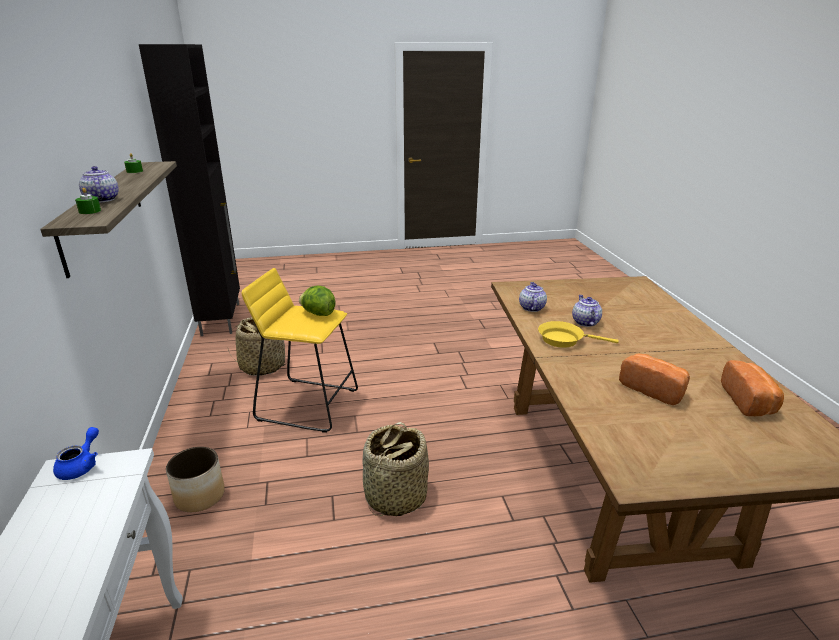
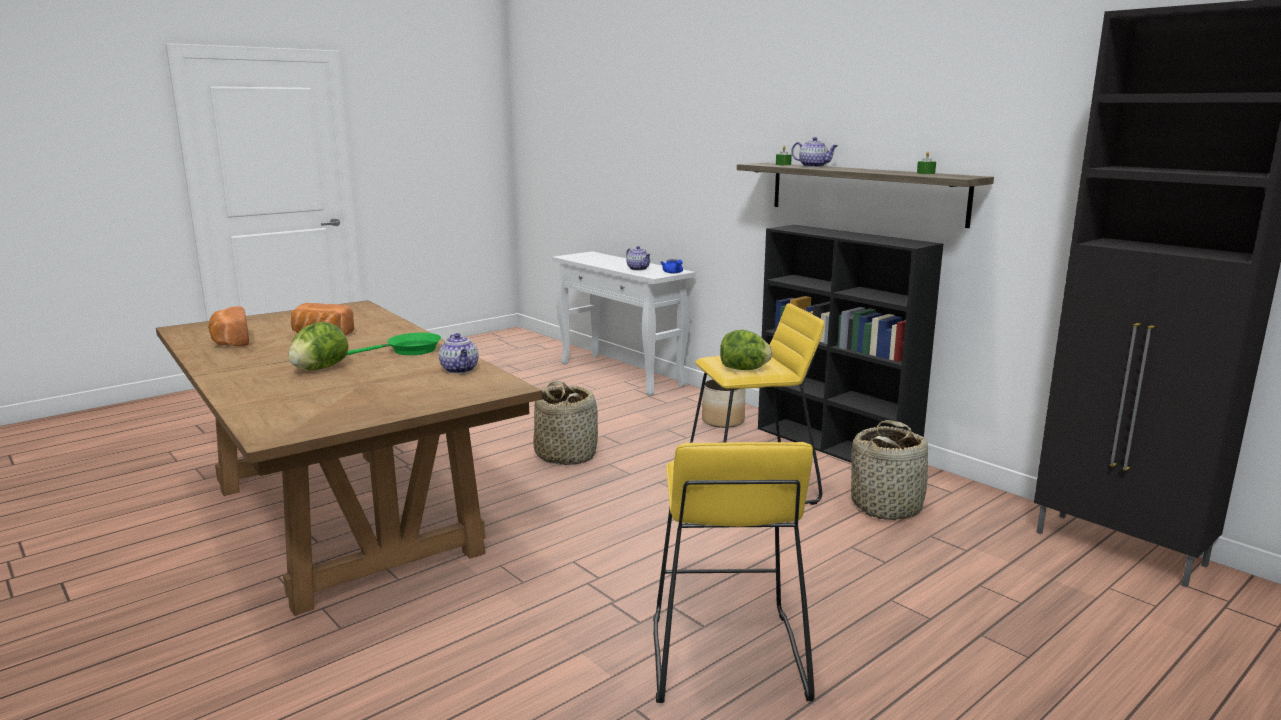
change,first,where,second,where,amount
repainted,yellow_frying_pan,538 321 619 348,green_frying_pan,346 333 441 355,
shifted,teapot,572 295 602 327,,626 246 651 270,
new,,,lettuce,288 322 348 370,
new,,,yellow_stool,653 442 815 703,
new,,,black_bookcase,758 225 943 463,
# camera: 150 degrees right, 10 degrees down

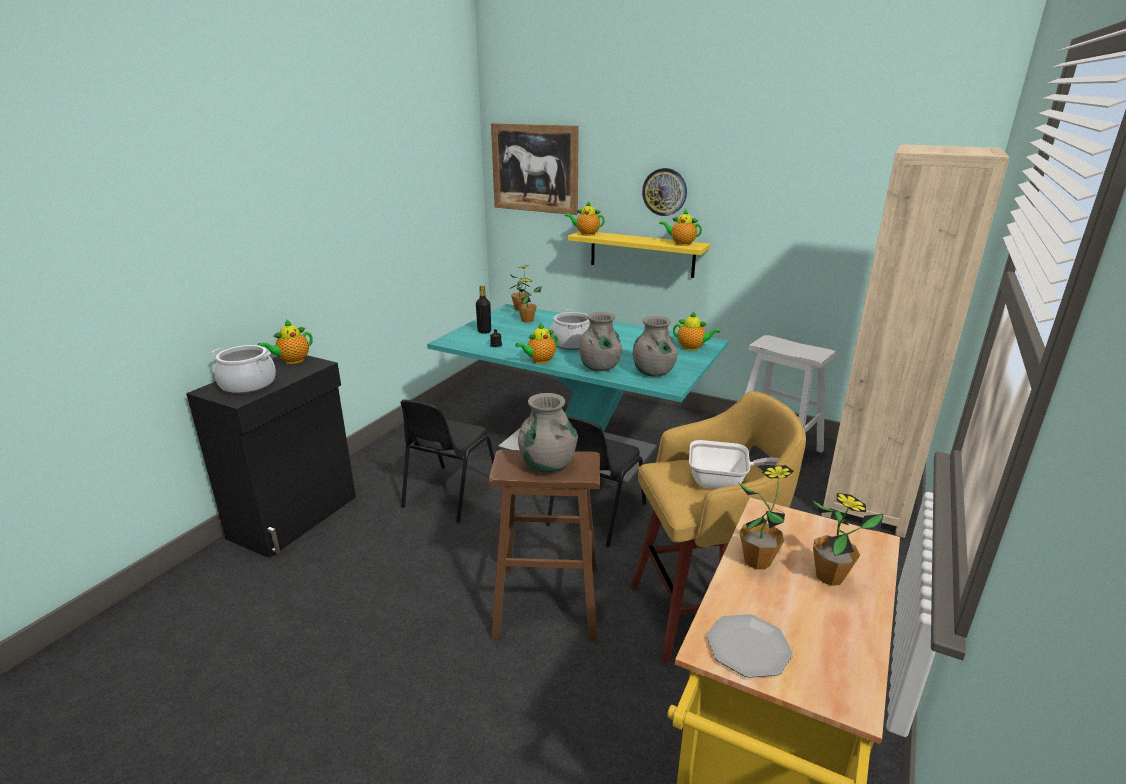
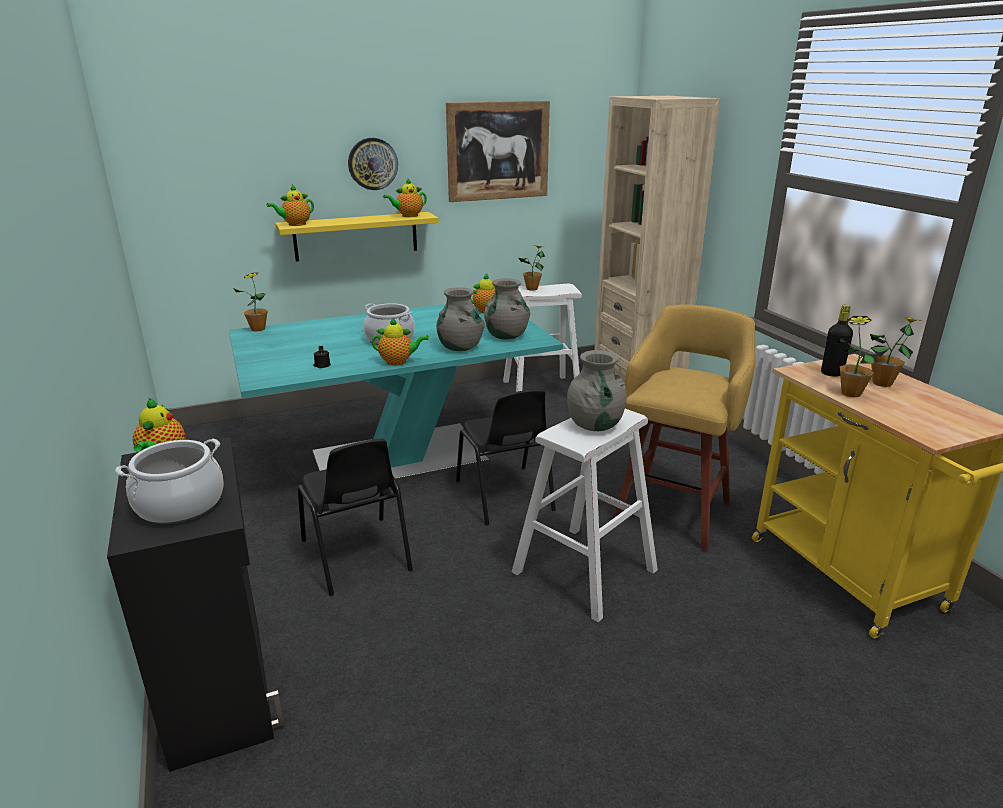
change,first,where,second,where,amount
shifted,black_bottle,476 285 491 334,,821 305 853 377,
repainted,brown_stool,489 450 600 643,white_stool,512 409 658 622,
shifted,picture,491 123 579 215,,446 101 550 202,
rotated,teapot,515 323 558 364,,372 318 429 365,90 degrees counterclockwise
shifted,potted_plant,516 278 541 323,,519 245 545 291,
gone,frying_pan,689 440 779 489,,,
gone,plate,707 614 793 678,,,
# camera: 50 degrees left, 0 degrees up

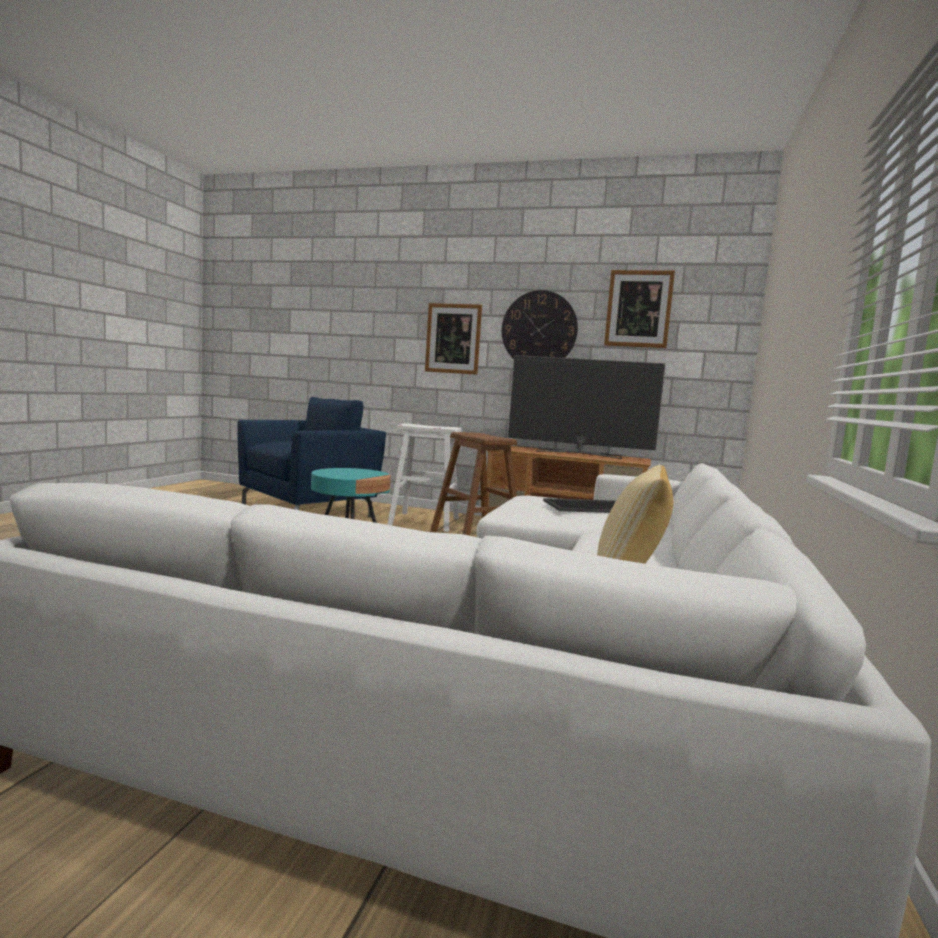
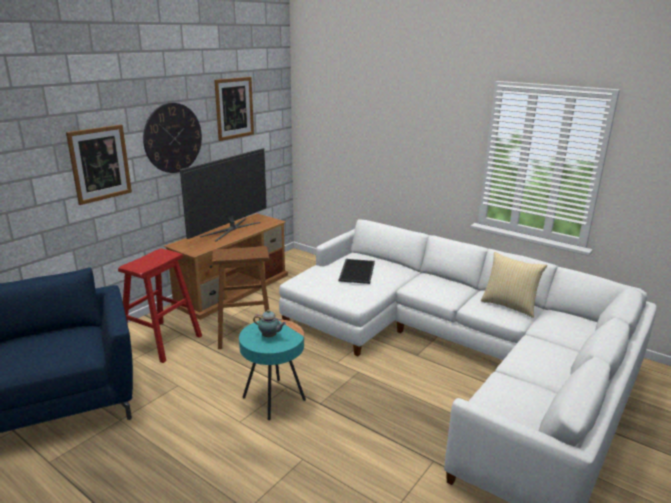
change,first,where,second,where,amount
repainted,white_stool,387 423 462 532,red_stool,118 249 202 363,
new,,,teapot,253 310 286 337,
# camera: 70 degrees left, 15 degrees up

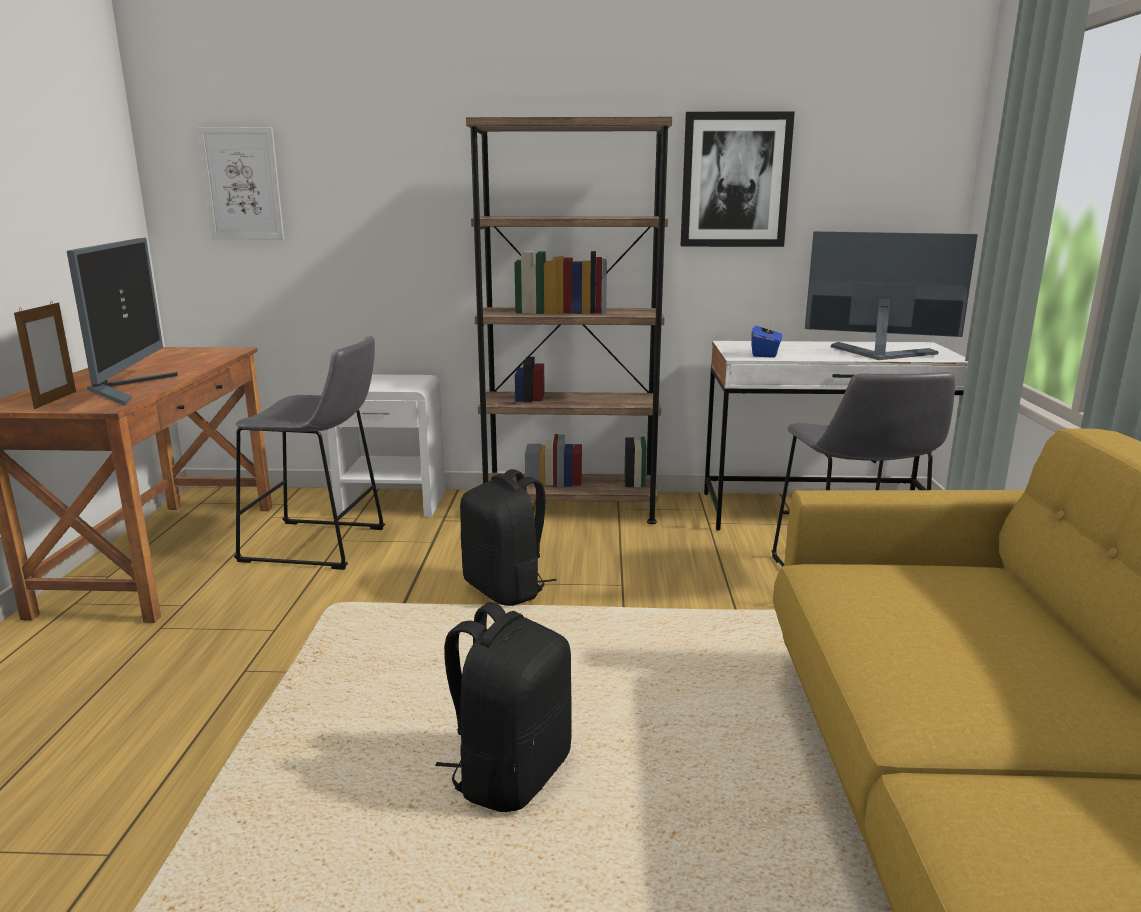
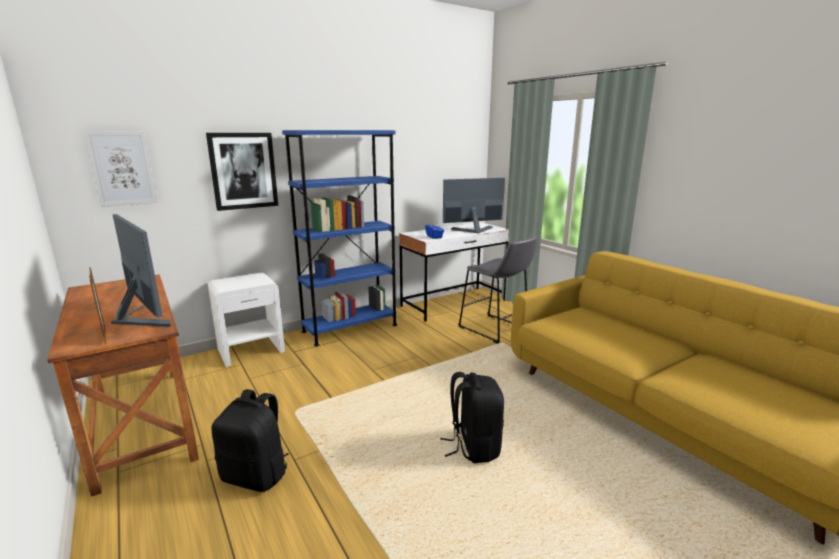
change,first,where,second,where,amount
gone,grey_stool,234 336 385 570,,,
shifted,black_backpack,460 469 557 606,,211 389 289 492,
repainted,brown_bookcase,466 117 672 524,blue_bookcase,282 130 397 346,
shifted,picture,681 111 795 247,,206 133 278 211,
# camera: 35 degrees left, 0 degrees up

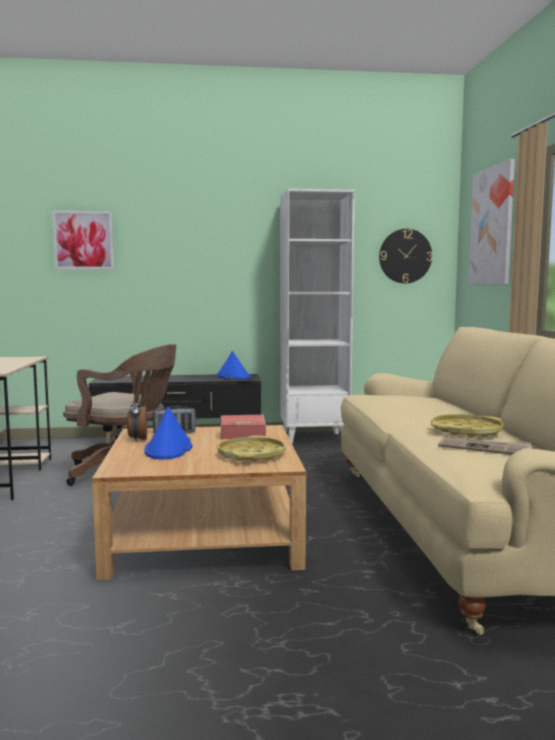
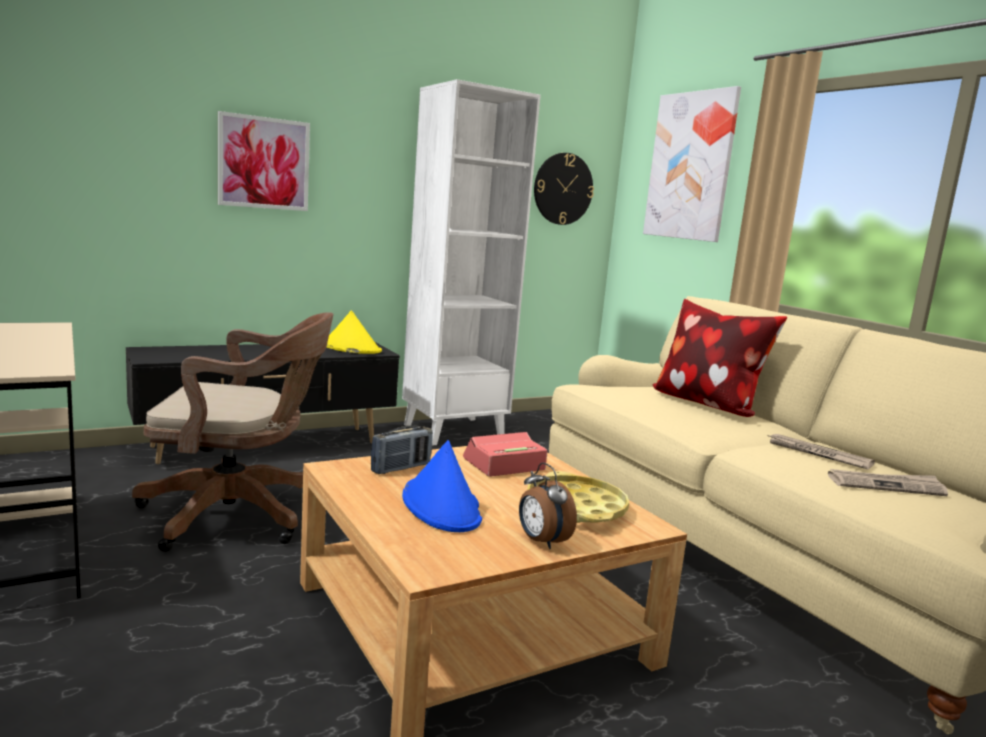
change,first,where,second,where,amount
shifted,picture,52 211 114 269,,218 111 310 211,
shifted,alarm_clock,127 396 147 441,,519 462 577 549,
repainted,blue_hat,216 351 251 379,yellow_hat,326 311 382 354,
swapped,yellow_tray,431 414 503 438,newspaper,767 434 875 470,
new,,,pillow,652 299 787 417,
# camera: 25 degrees left, 5 degrees up

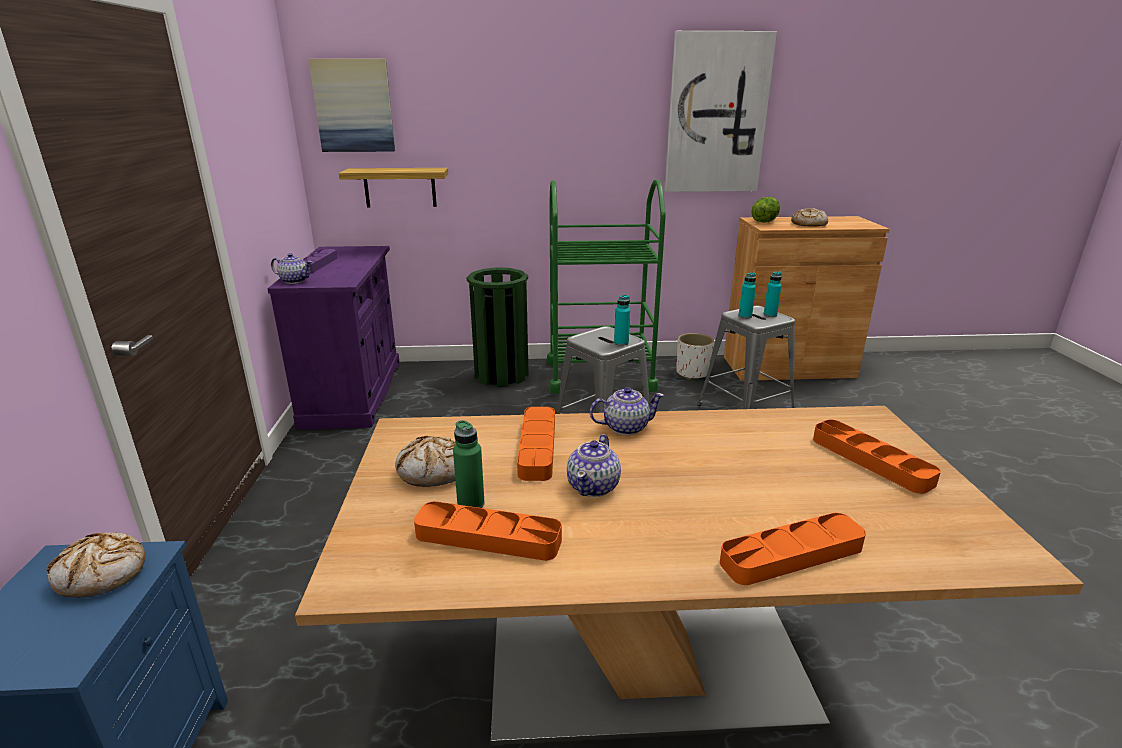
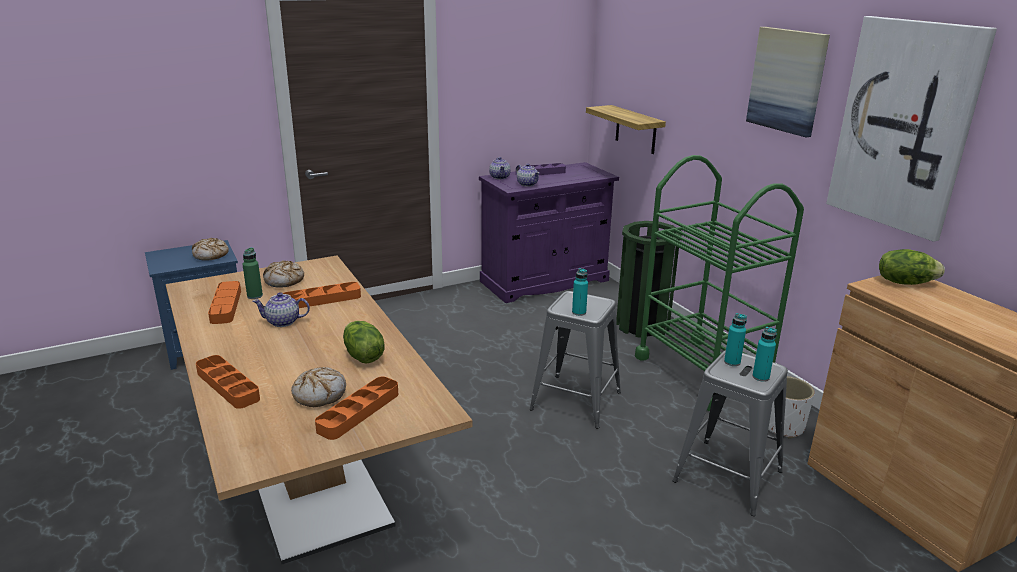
change,first,where,second,where,amount
shifted,picture,309 59 395 152,,746 27 830 138,
shifted,teapot,590 387 664 435,,516 164 540 187,
shifted,bread,791 208 828 227,,291 367 346 407,
new,,,lettuce,343 321 384 364,
# camera: 65 degrees right, 0 degrees up

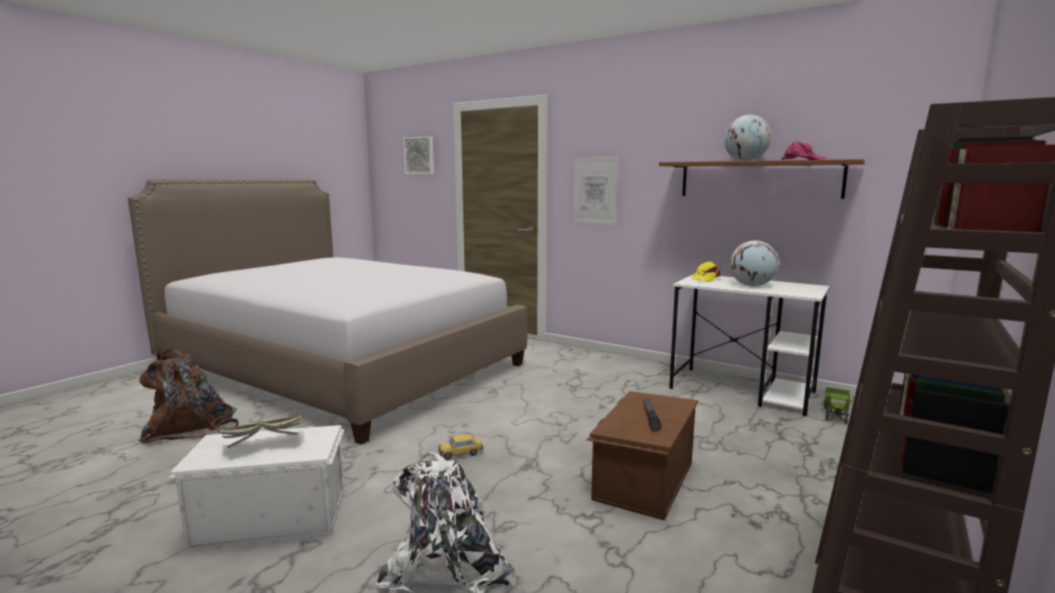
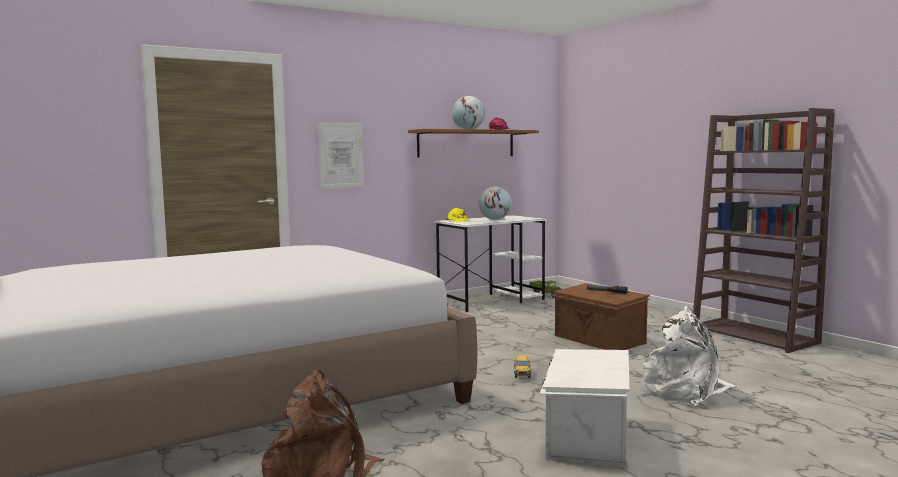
change,first,where,second,where,amount
gone,book,217 415 304 448,,,
gone,picture,403 136 434 174,,,
# camera: 65 degrees left, 5 degrees down

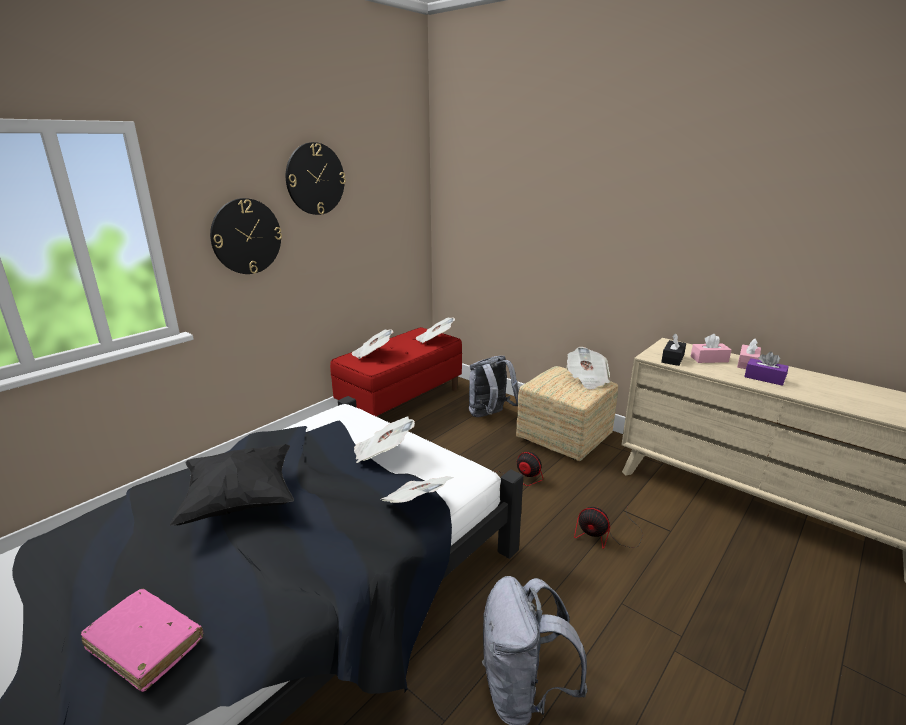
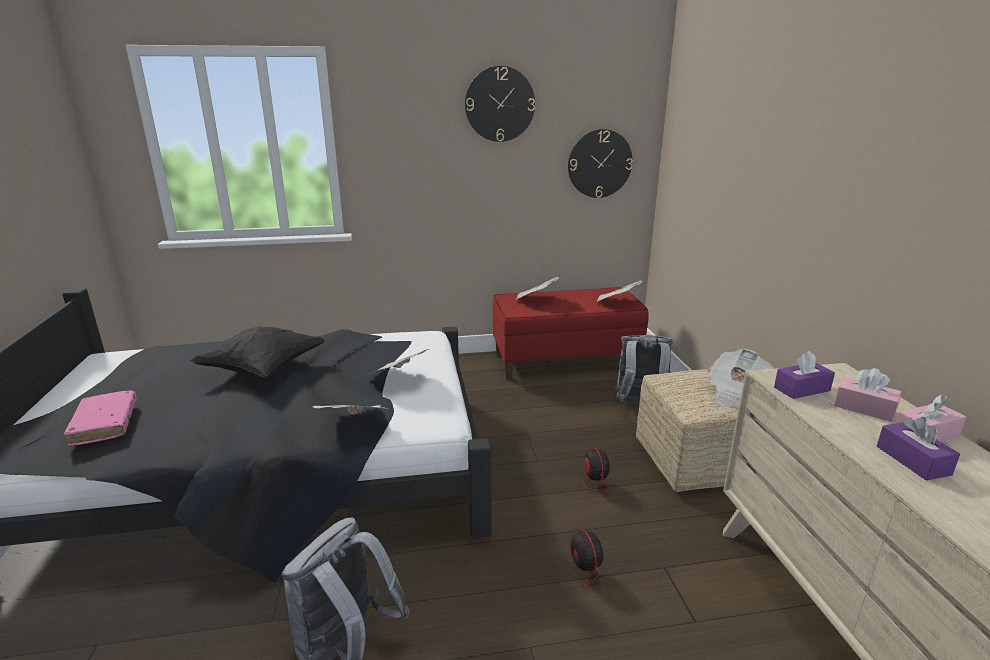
change,first,where,second,where,amount
shifted,wall_clock,210 198 282 274,,568 129 633 198,
repainted,black_tissue_box,661 333 686 366,purple_tissue_box,774 351 835 399,
# camera: 40 degrees right, 0 degrees up

